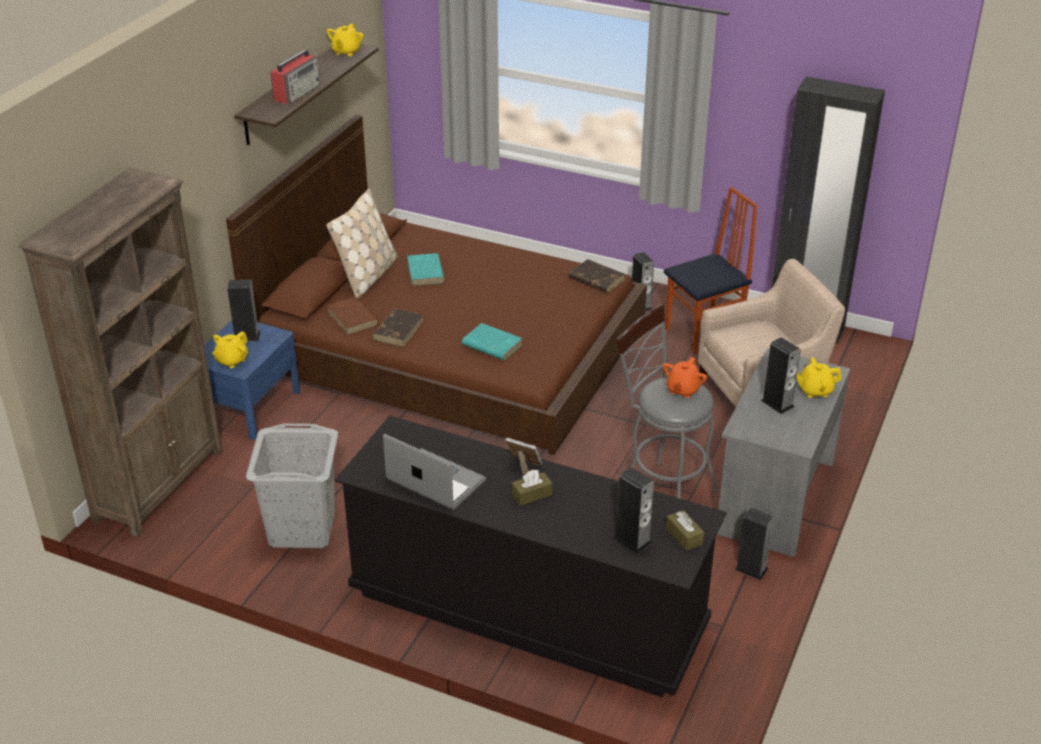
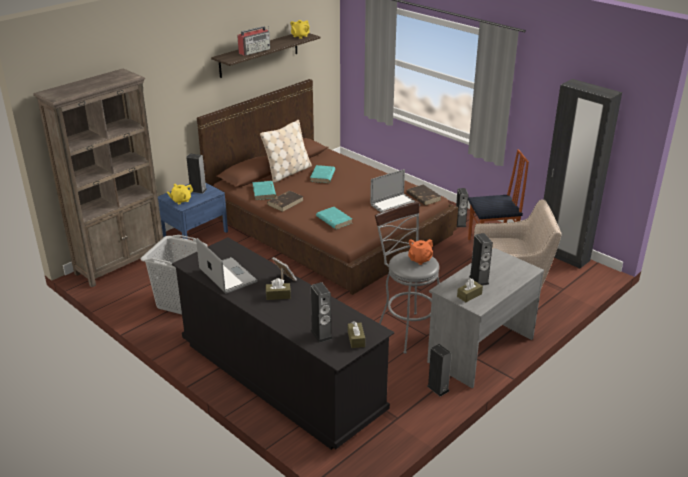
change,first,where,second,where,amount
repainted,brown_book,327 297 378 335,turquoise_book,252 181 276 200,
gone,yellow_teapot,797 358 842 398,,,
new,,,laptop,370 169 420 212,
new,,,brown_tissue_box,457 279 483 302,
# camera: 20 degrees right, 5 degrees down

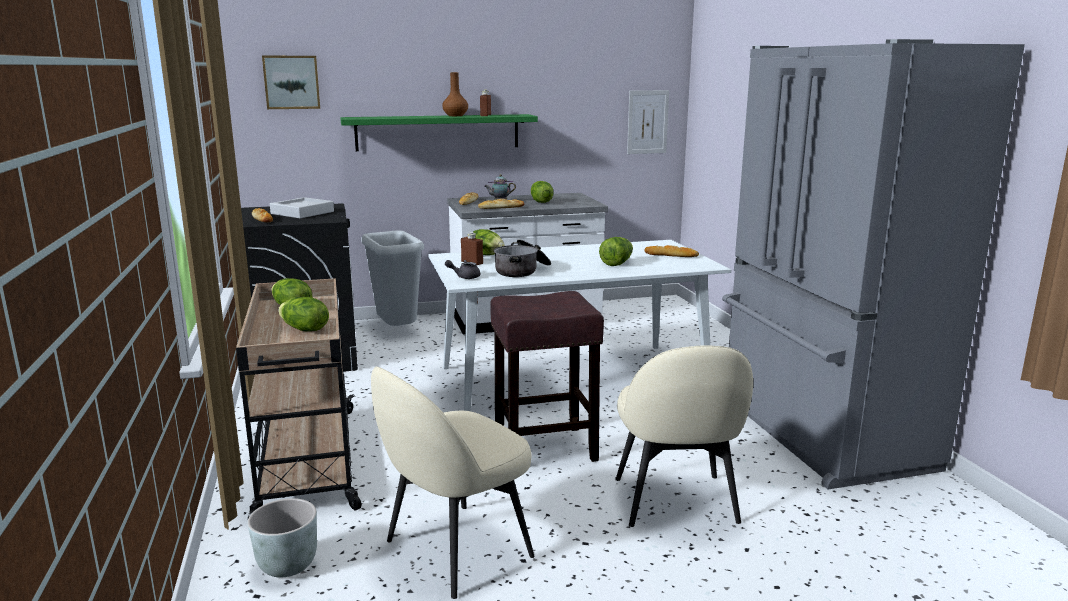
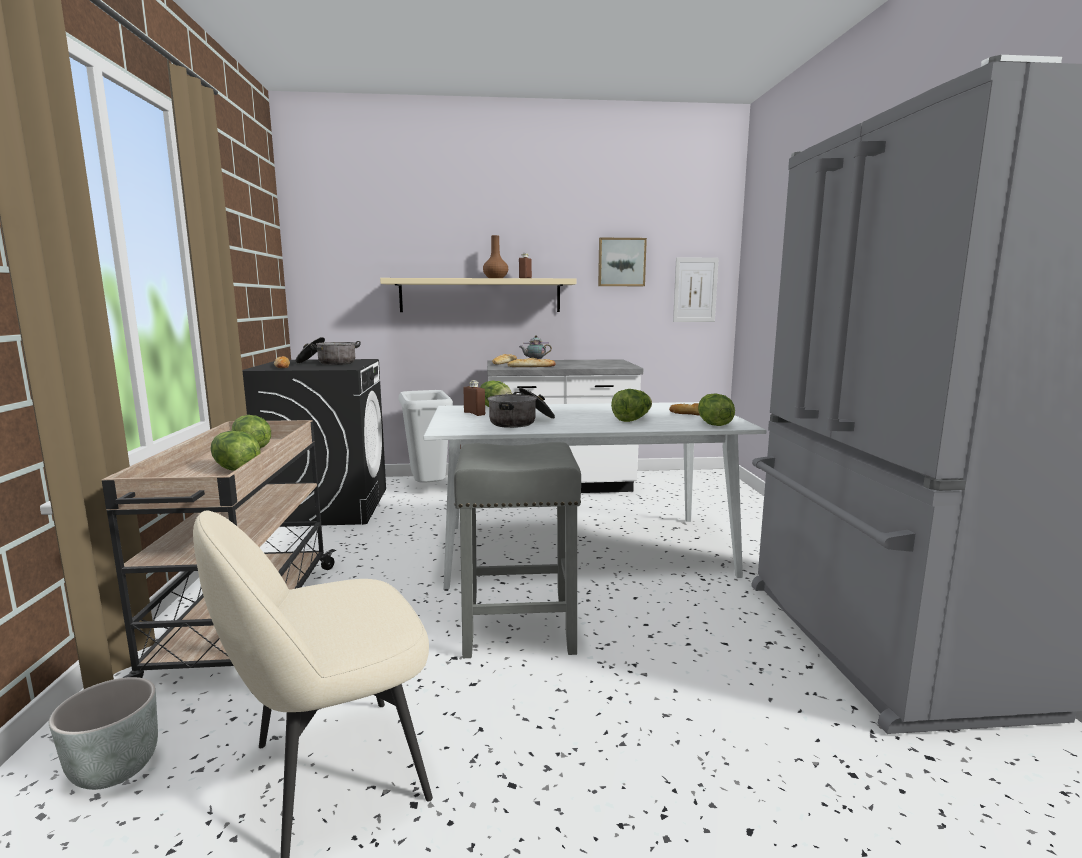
change,first,where,second,where,amount
shifted,picture,262 56 320 109,,598 238 647 286,
swapped,grey_tray,270 197 334 218,cooking_pot,295 337 361 365,
repainted,green_shelf,340 114 538 151,beige_shelf,380 278 576 312,
gone,grey_teapot,445 260 480 279,,,
repainted,brown_stool,490 291 604 462,grey_stool,454 442 581 658,
shifted,lettuce,531 181 553 203,,698 393 735 426,
gone,beige_chair,615 345 753 527,,,
# camera: 10 degrees right, 5 degrees down

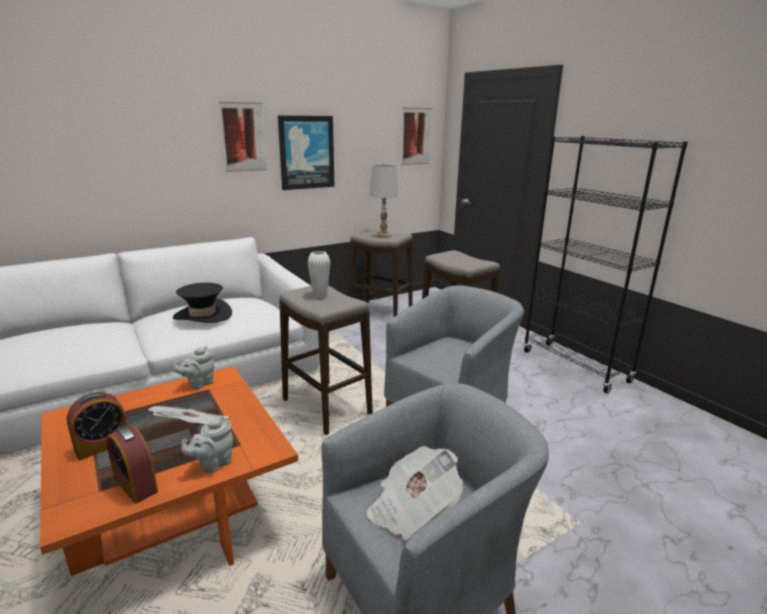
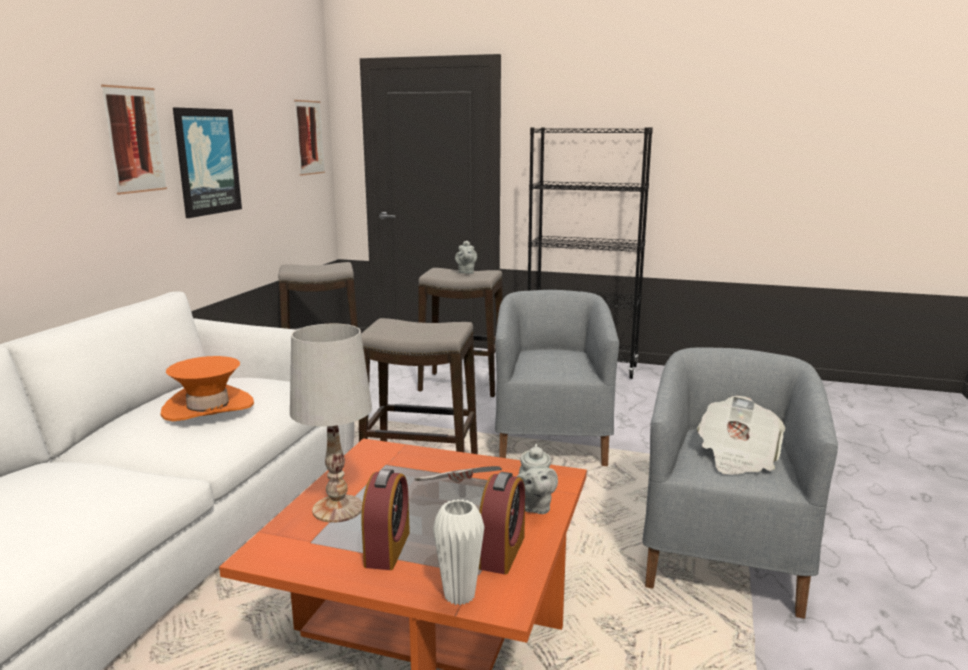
change,first,where,second,where,amount
rotated,alarm_clock,106 426 158 504,,479 472 525 574,75 degrees counterclockwise
repainted,black_hat,173 283 232 323,orange_hat,161 356 254 421,
shifted,grey_teapot,174 346 214 389,,455 241 477 274,
shifted,white_vase,308 251 330 298,,433 499 485 605,
shifted,white_table_lamp,370 165 398 237,,290 324 372 523,
# camera: 40 degrees left, 5 degrees down

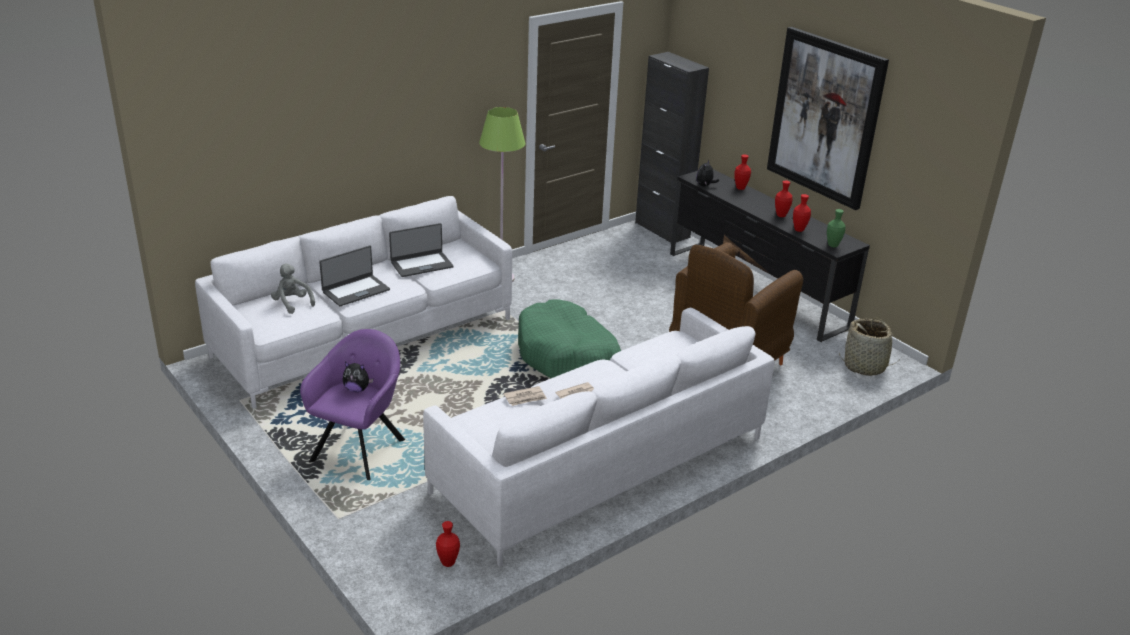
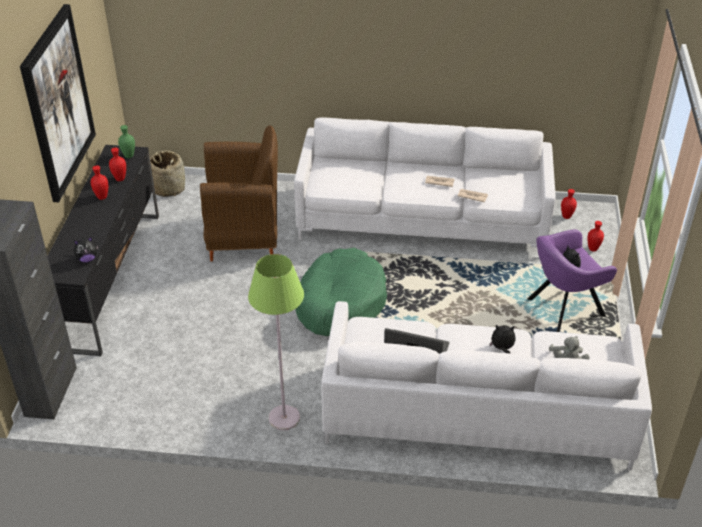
change,first,where,second,where,amount
swapped,laptop,319 246 390 306,plush_toy,490 325 516 353,
shifted,red_vase,734 154 751 190,,587 221 604 252,
# camera: 135 degrees left, 10 degrees up

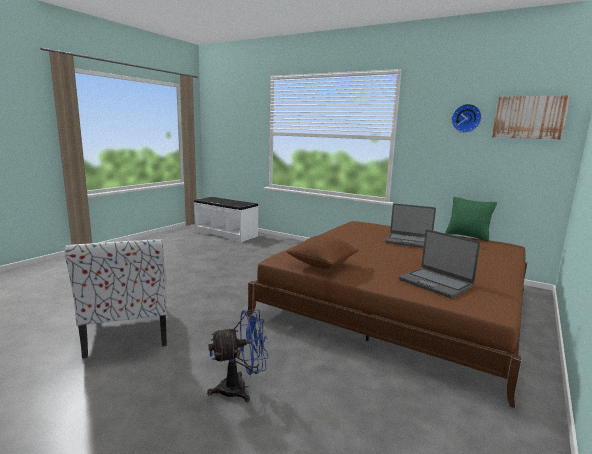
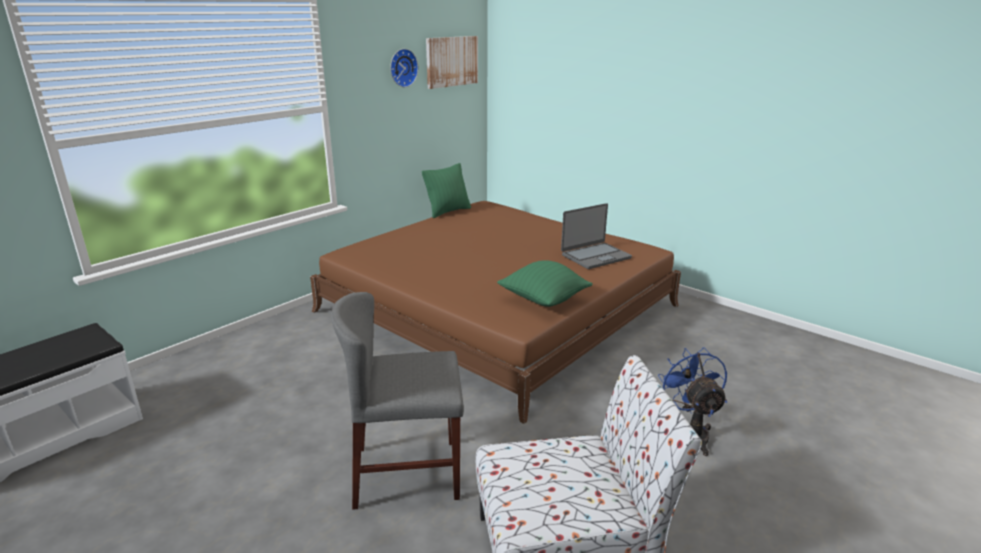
change,first,where,second,where,amount
repainted,brown_pillow,286 235 359 269,green_pillow,497 260 593 307,
gone,laptop,385 203 436 248,,,
new,,,grey_chair,331 292 464 510,
# camera: 80 degrees left, 10 degrees up

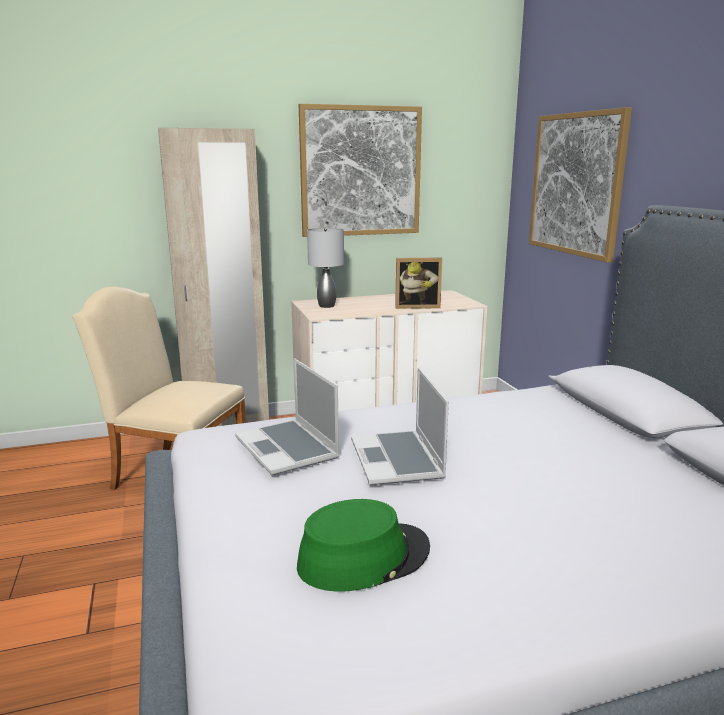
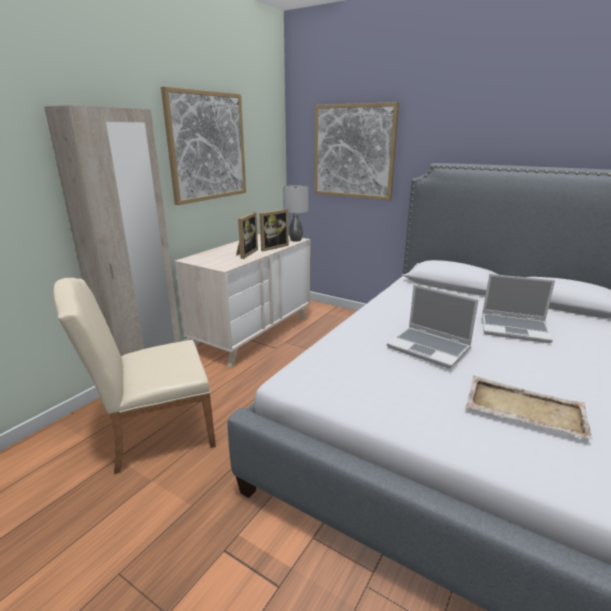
change,first,where,second,where,amount
shifted,laptop,235 358 340 475,,482 274 555 343,
swapped,green_hat,297 499 430 592,beige_tray,466 376 592 439,
shifted,grey_table_lamp,307 228 344 308,,283 185 308 242,
new,,,picture_frame,236 212 258 259,
# camera: 40 degrees left, 5 degrees up

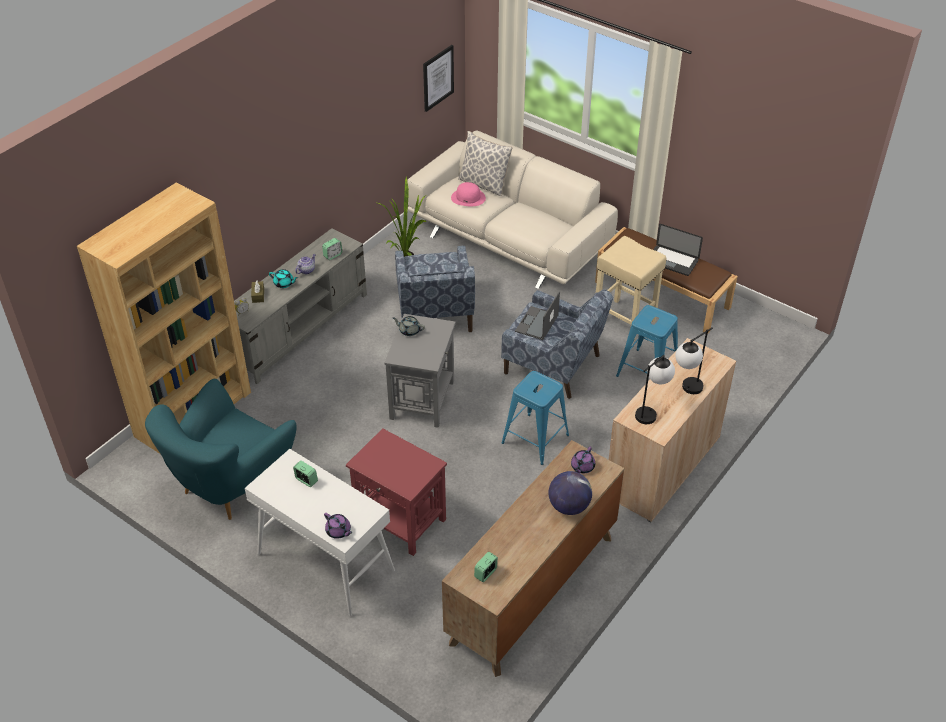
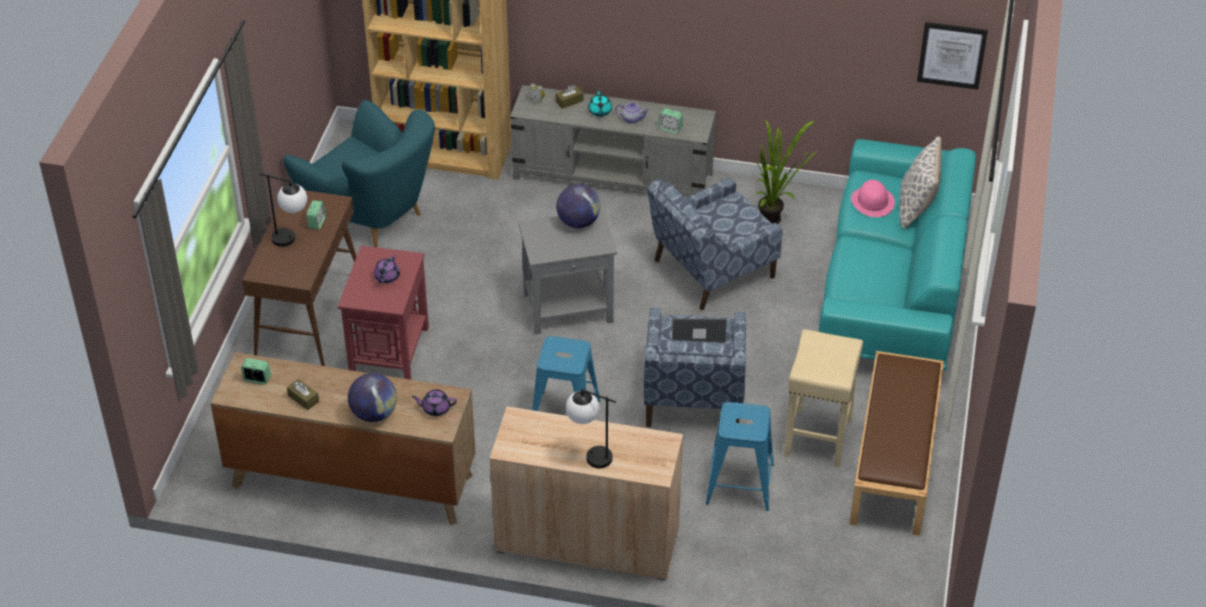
change,first,where,second,where,amount
rotated,turquoise_armchair,145 379 296 520,,283 100 435 248,150 degrees counterclockwise
repainted,white_console_table,245 449 395 616,brown_console_table,242 190 357 366,
shifted,purple_teapot,324 513 352 539,,374 255 400 283,
swapped,grey_teapot,392 316 425 336,globe,556 184 600 228,
repainted,beige_sofa,407 131 618 289,turquoise_sofa,819 139 976 370,
shifted,table_lamp,635 355 675 424,,260 173 307 247,
gone,laptop,653 224 703 276,,,
new,,,brown_tissue_box,287 379 319 410,
# camera: 65 degrees right, 0 degrees up

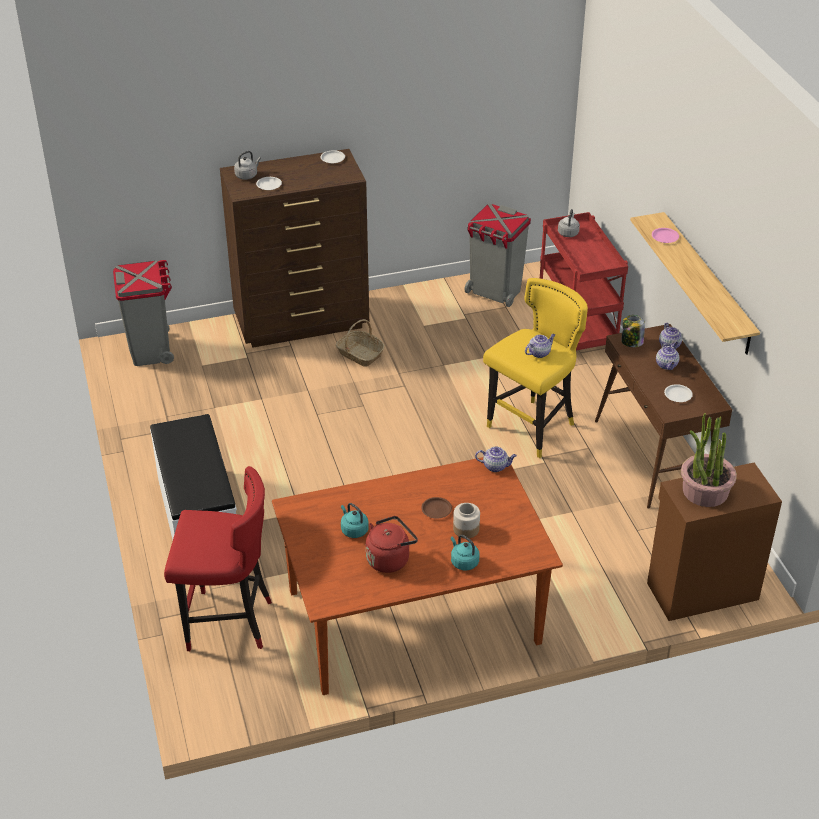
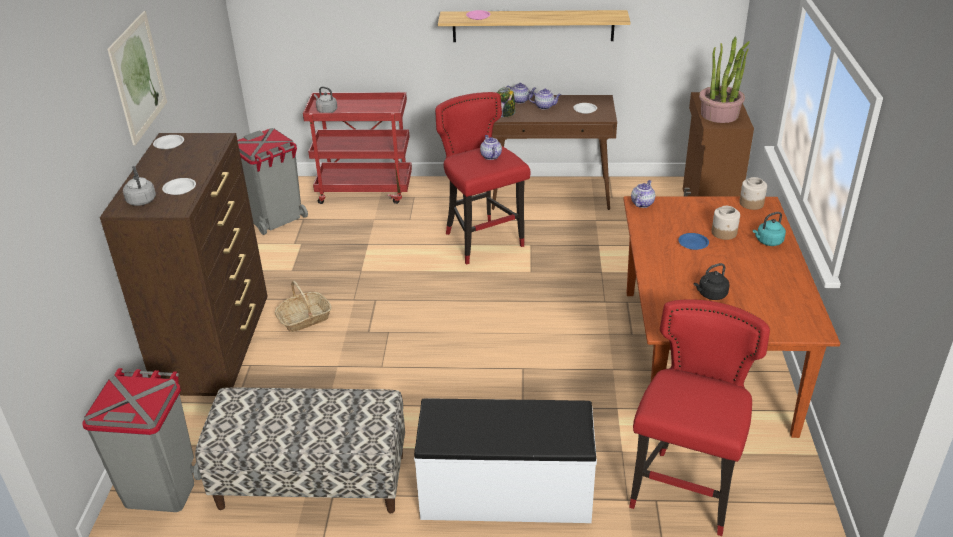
change,first,where,second,where,amount
repainted,turquoise_kettle,341 503 369 538,black_kettle,694 263 730 300,
gone,red_kettle,366 516 418 573,,,
repainted,brown_plate,421 497 452 519,blue_plate,678 233 709 250,
repainted,yellow_stool,483 278 588 458,red_stool,435 92 530 265,
new,,,picture,107 11 167 146,
new,,,bench,195 387 405 513,
new,,,jar,739 177 767 210,
# camera: 70 degrees left, 5 degrees down

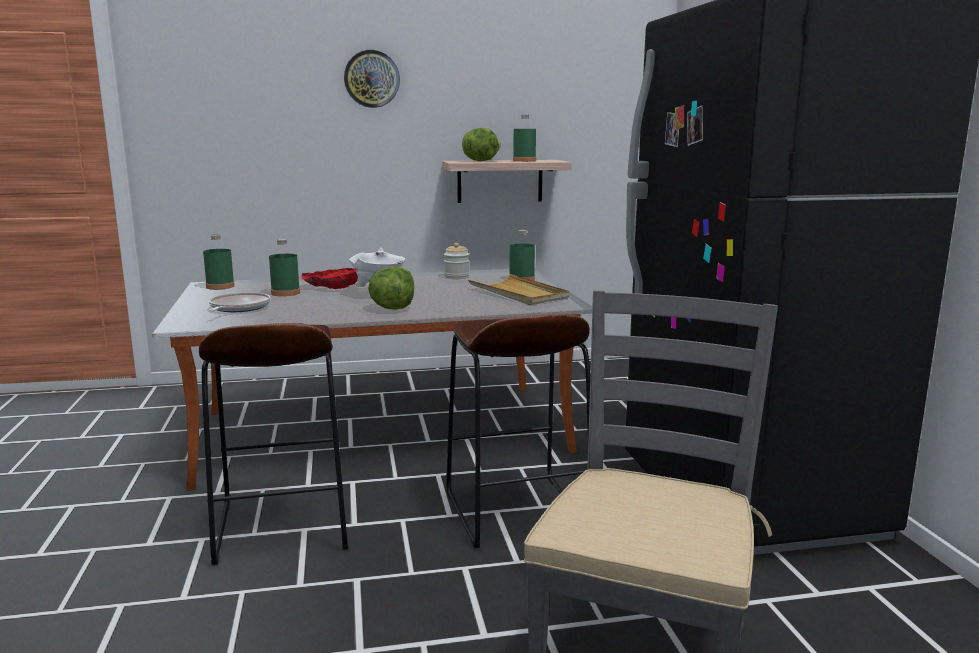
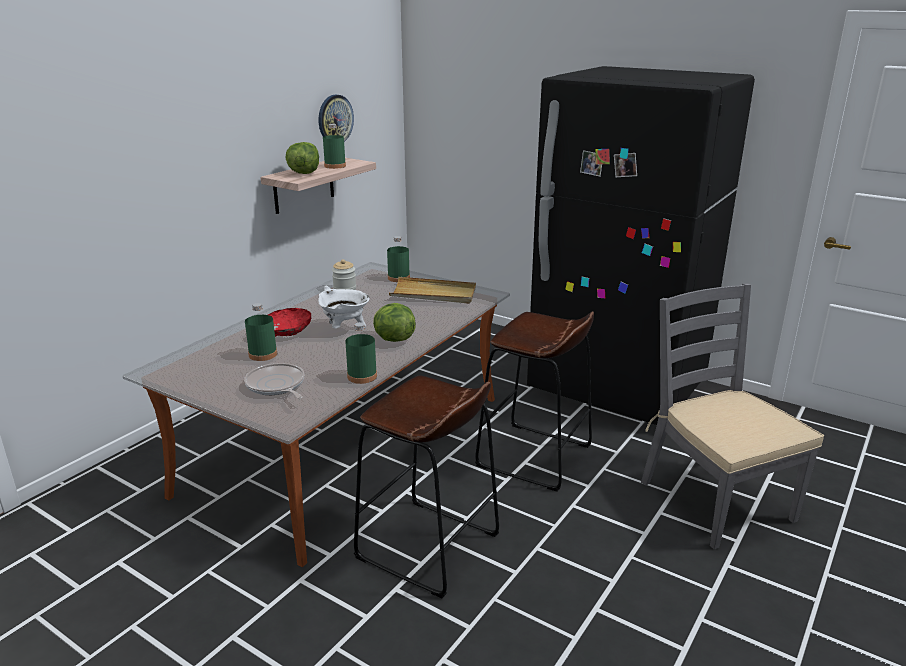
change,first,where,second,where,amount
shifted,green_bottle,203 234 235 290,,345 322 377 384,
shifted,wall_clock,344 50 400 108,,319 94 354 142,
# camera: 45 degrees left, 10 degrees up

